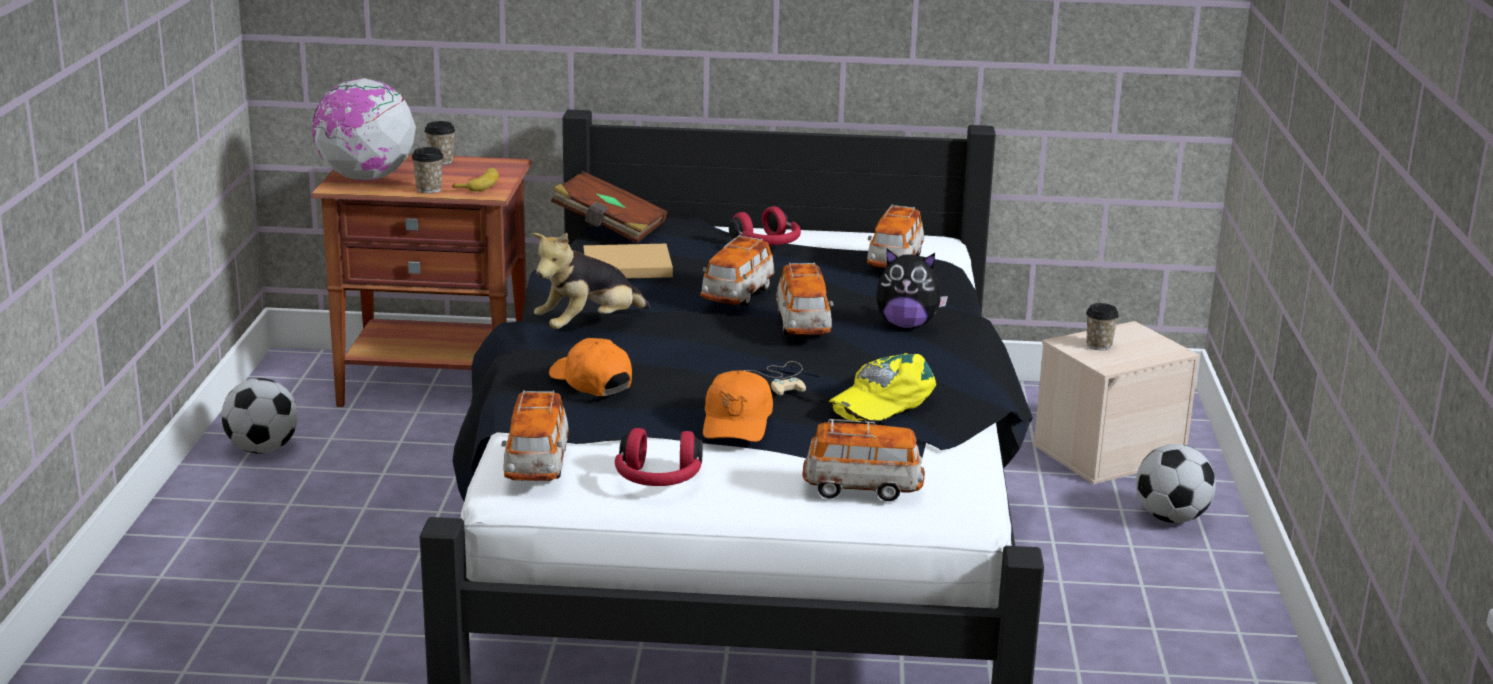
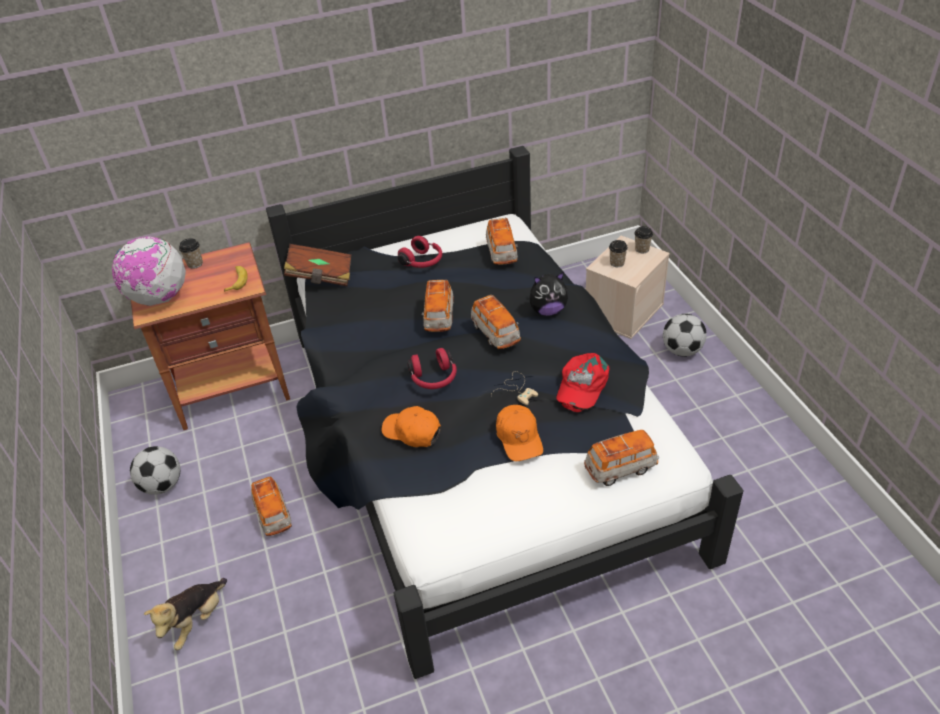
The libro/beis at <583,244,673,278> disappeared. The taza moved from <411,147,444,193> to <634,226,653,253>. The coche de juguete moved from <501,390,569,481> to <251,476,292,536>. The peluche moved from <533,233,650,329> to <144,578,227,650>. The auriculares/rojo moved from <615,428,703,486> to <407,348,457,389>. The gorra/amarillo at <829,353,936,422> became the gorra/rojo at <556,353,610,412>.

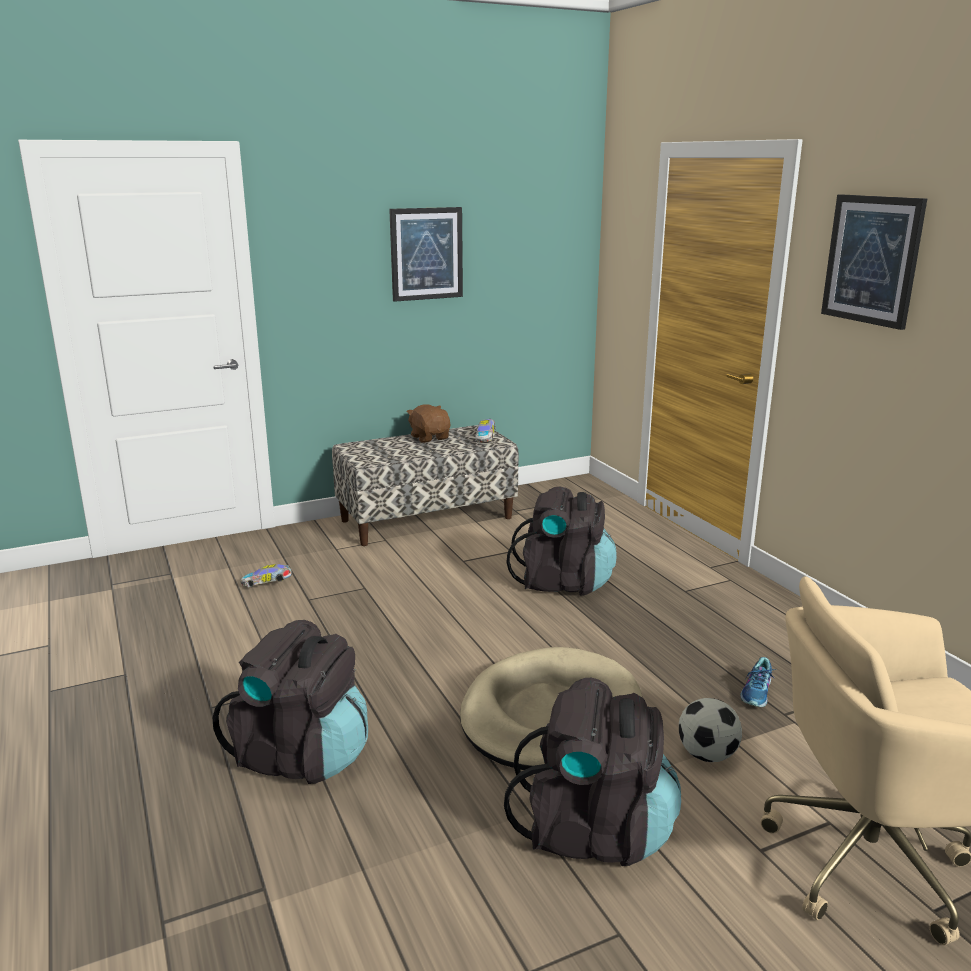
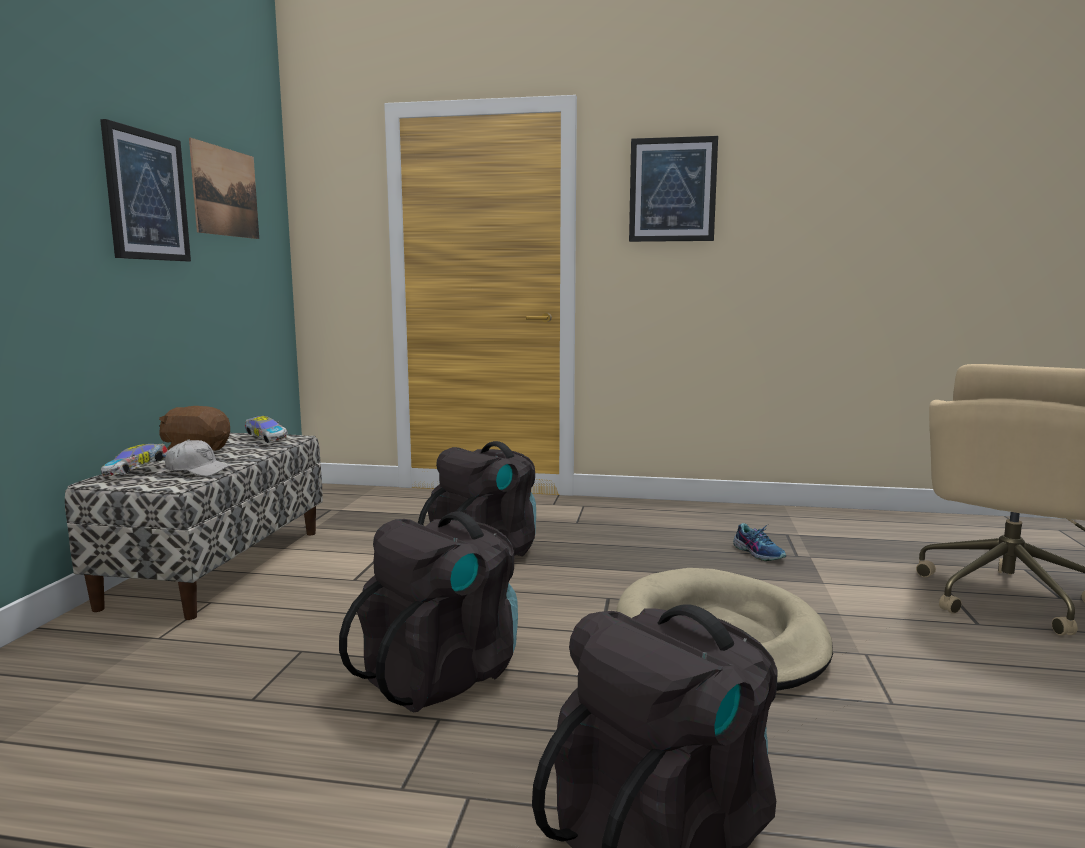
The balón de fútbol at <679,698,742,762> disappeared. The gorra/blanco at <165,439,232,476> appeared. The cuadro at <189,138,259,239> appeared. The coche de juguete moved from <241,564,292,587> to <101,444,168,476>. The mochila/negro moved from <504,678,681,866> to <339,511,518,712>.

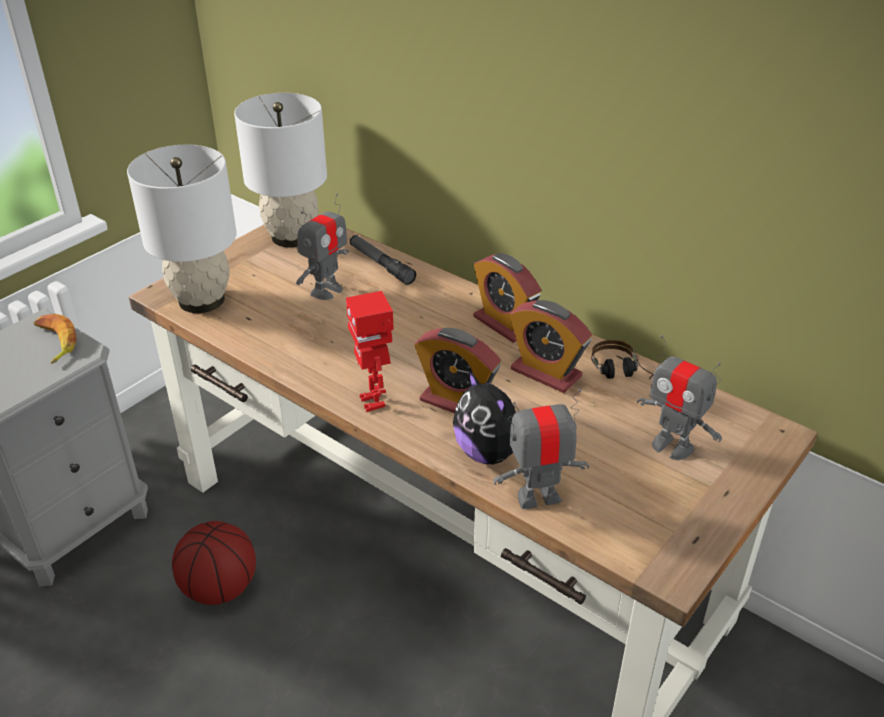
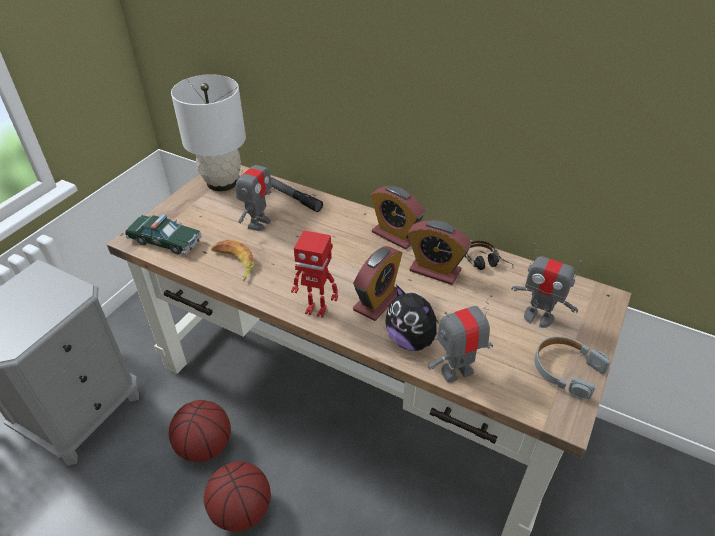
The balón de baloncesto at <204,461,271,532> appeared. The auriculares/gris at <534,336,611,400> appeared. The plátano moved from <34,314,77,364> to <211,240,254,281>. The lámpara de mesa/blanco at <127,145,237,313> was replaced by the coche de juguete at <125,214,202,255>. The robot de juguete at <346,291,394,412> turned 45 degrees counterclockwise. The despertador at <414,328,501,413> turned 75 degrees counterclockwise.

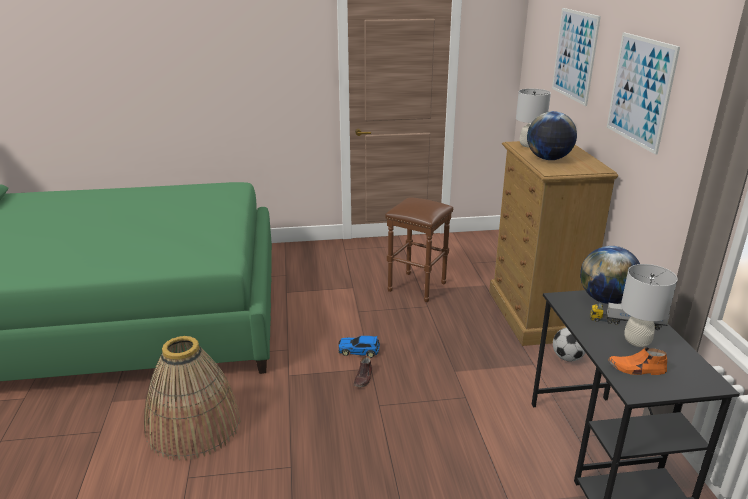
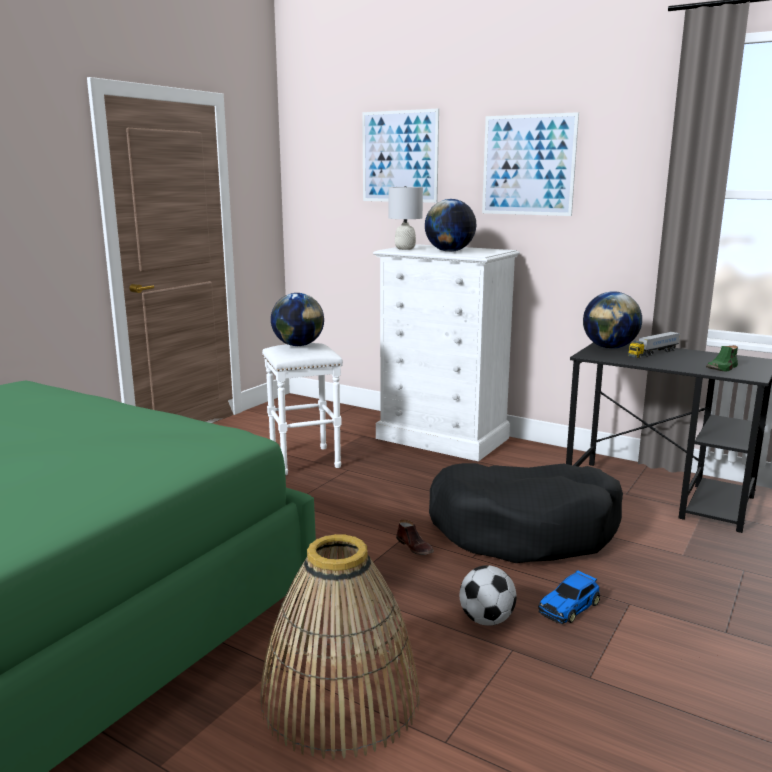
The lámpara de mesa/gris at <621,264,678,347> disappeared. The globo terráqueo at <271,293,324,346> appeared. The cama para perro/negro at <429,463,623,563> appeared. The coche de juguete moved from <338,336,380,358> to <538,570,600,624>. The balón de fútbol moved from <553,327,585,362> to <460,565,517,626>. The taburete/marrón at <385,197,453,302> became the taburete/blanco at <262,343,343,475>. The cómoda/marrón at <489,141,618,346> became the cómoda/blanco at <373,244,520,462>. The zapato/naranja at <608,347,667,375> became the zapato/verde at <706,345,738,371>.

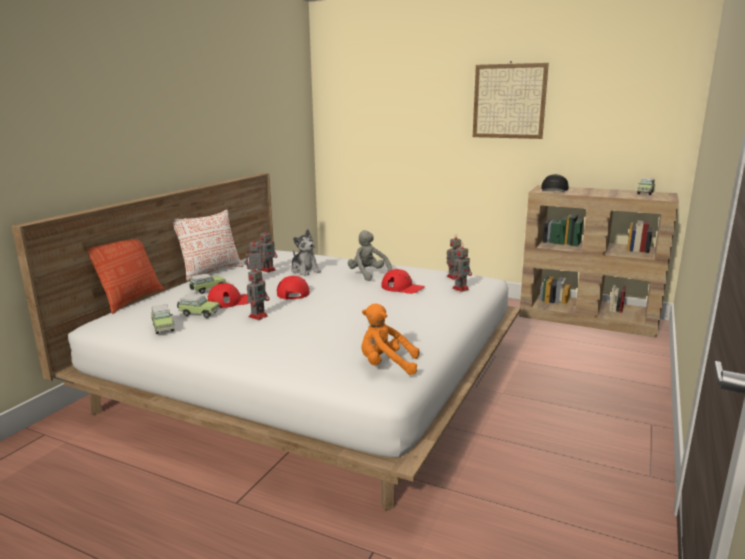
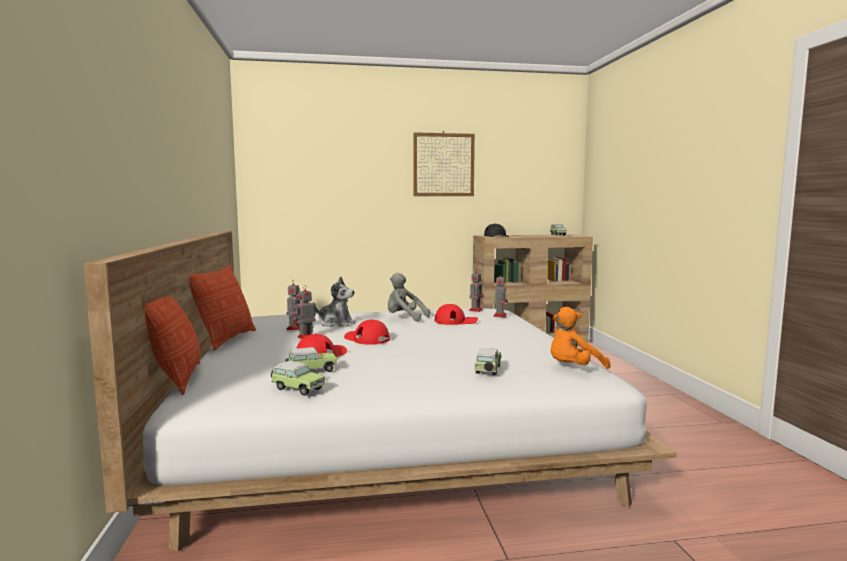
The robot de juguete at <247,266,269,320> disappeared. The coche de juguete moved from <189,274,226,294> to <474,348,501,375>. The cojín/blanco at <173,210,243,281> became the cojín/naranja at <190,265,256,351>.

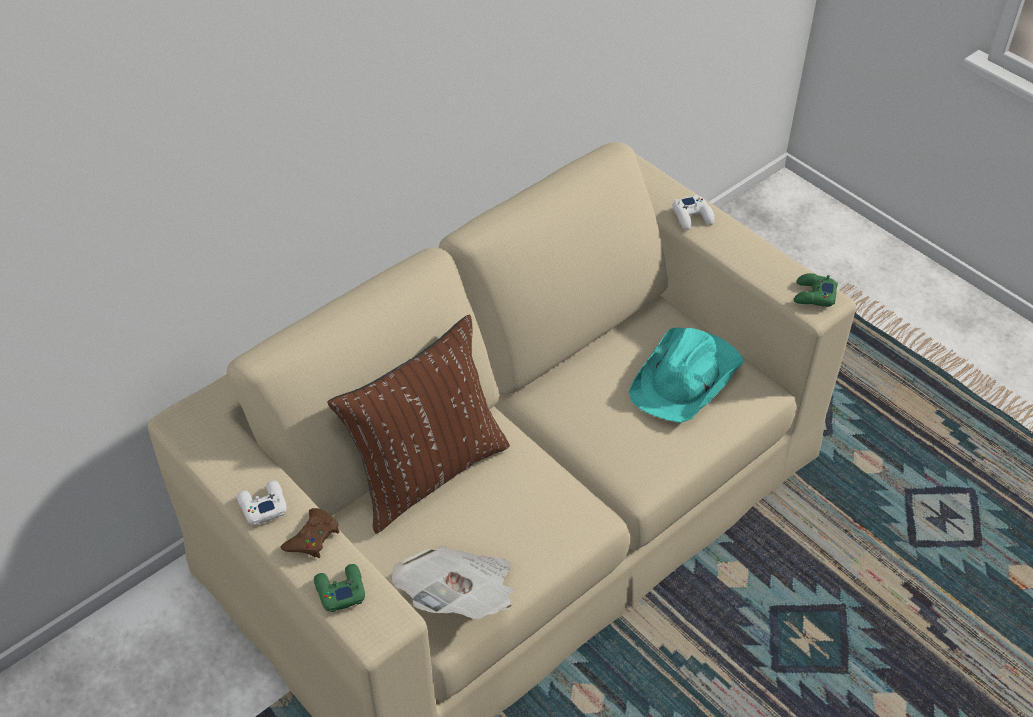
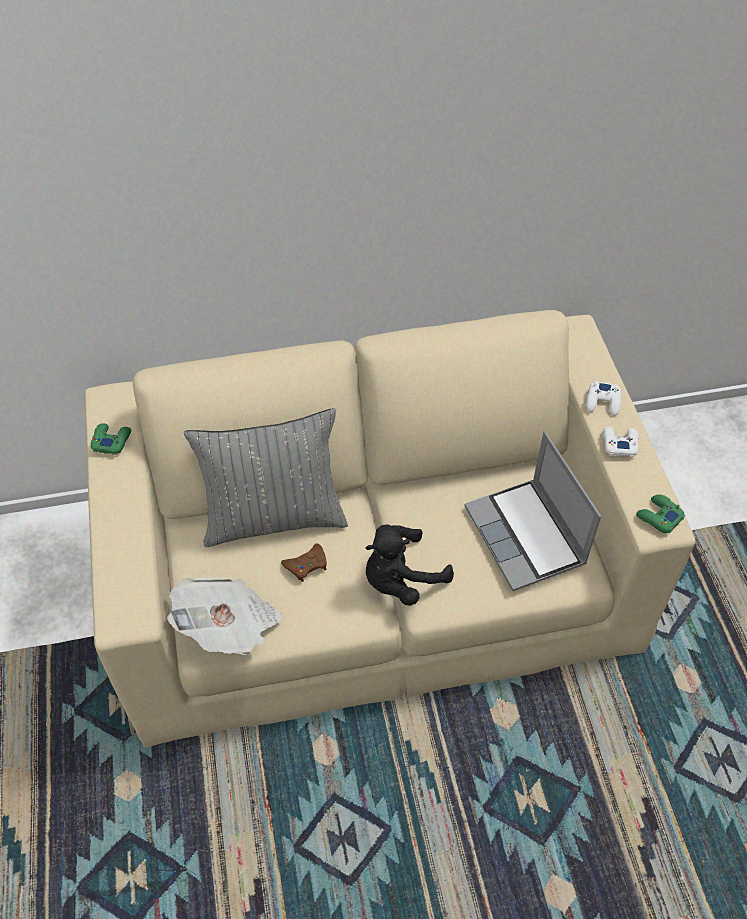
The peluche/negro at <366,524,454,606> appeared. The mando de consola/blanco moved from <237,481,287,525> to <603,427,639,457>. The mando de consola/marrón moved from <280,508,340,558> to <281,543,327,582>. The mando de consola/verde moved from <314,564,365,612> to <91,423,131,455>. The sombrero/turquesa at <629,327,744,423> was replaced by the portátil at <464,431,601,591>. The cojín/marrón at <327,315,510,534> became the cojín/gris at <184,408,348,547>.

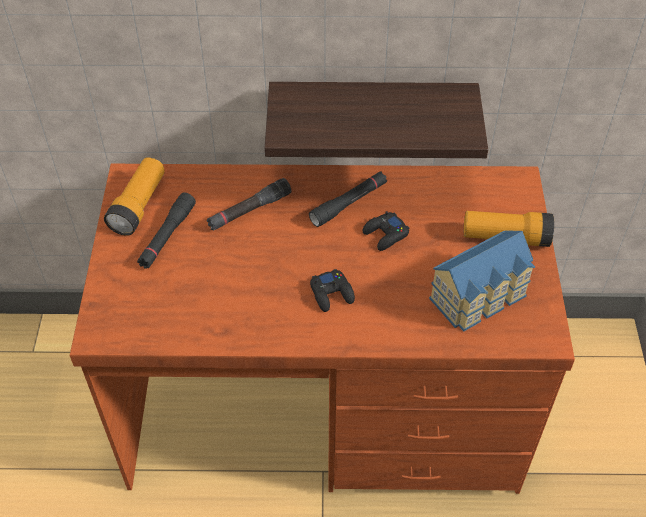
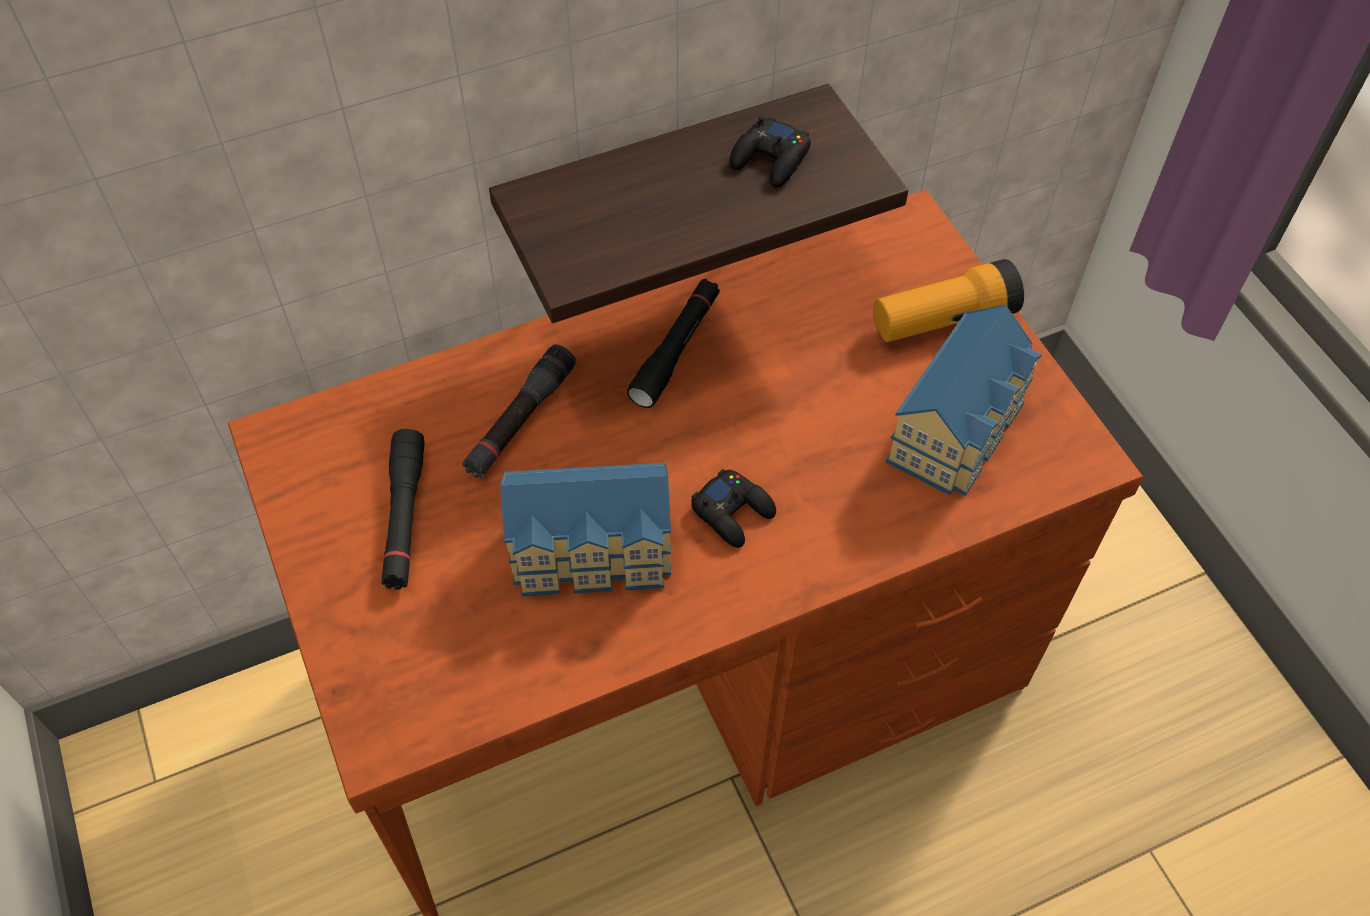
The linterna at <104,157,165,236> disappeared. The casita at <500,463,671,597> appeared. The mando de consola/negro moved from <363,211,409,251> to <730,117,811,188>.

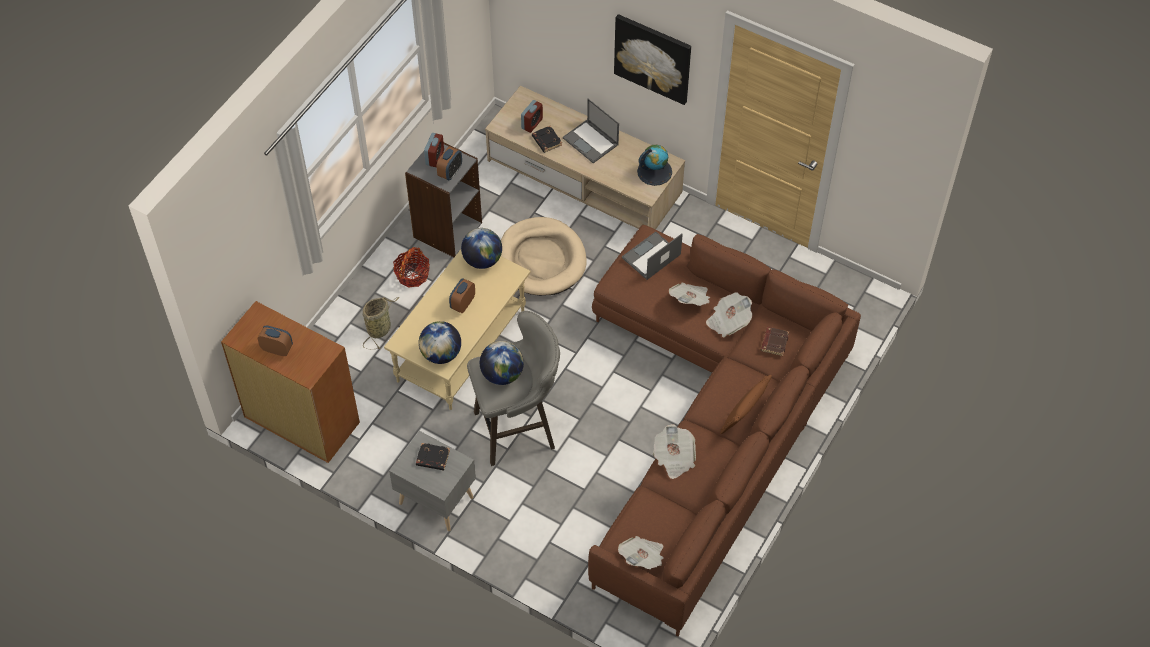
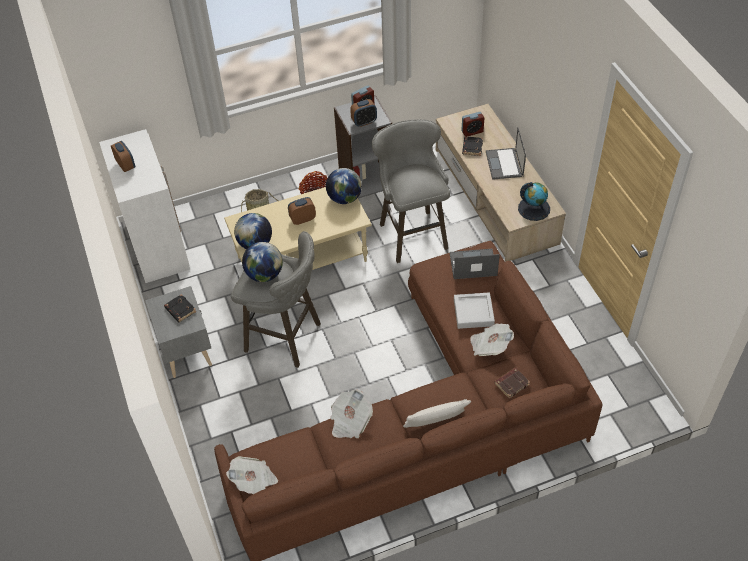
The cuadro at <614,14,691,105> disappeared. The cama para perro/beis at <501,217,587,296> was replaced by the taburete/gris at <372,119,450,263>. The periódico at <669,283,710,306> was replaced by the bandeja/gris at <454,293,495,329>. The armario/marrón at <221,301,360,463> became the armario/blanco at <99,129,190,283>. The cojín/marrón at <720,375,772,434> became the cojín/blanco at <403,399,471,428>.

